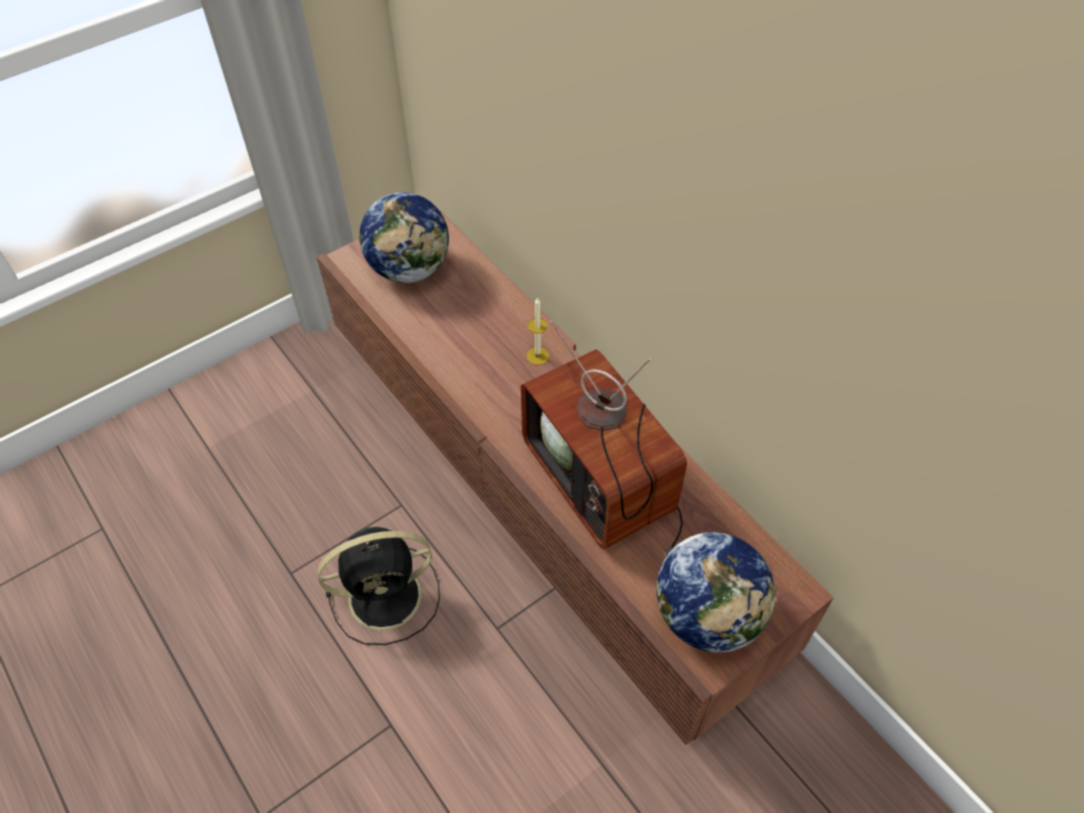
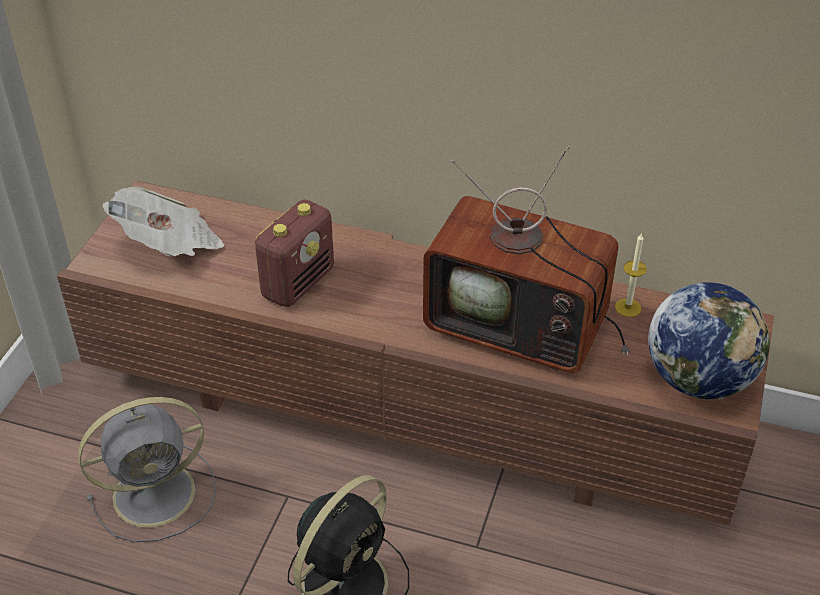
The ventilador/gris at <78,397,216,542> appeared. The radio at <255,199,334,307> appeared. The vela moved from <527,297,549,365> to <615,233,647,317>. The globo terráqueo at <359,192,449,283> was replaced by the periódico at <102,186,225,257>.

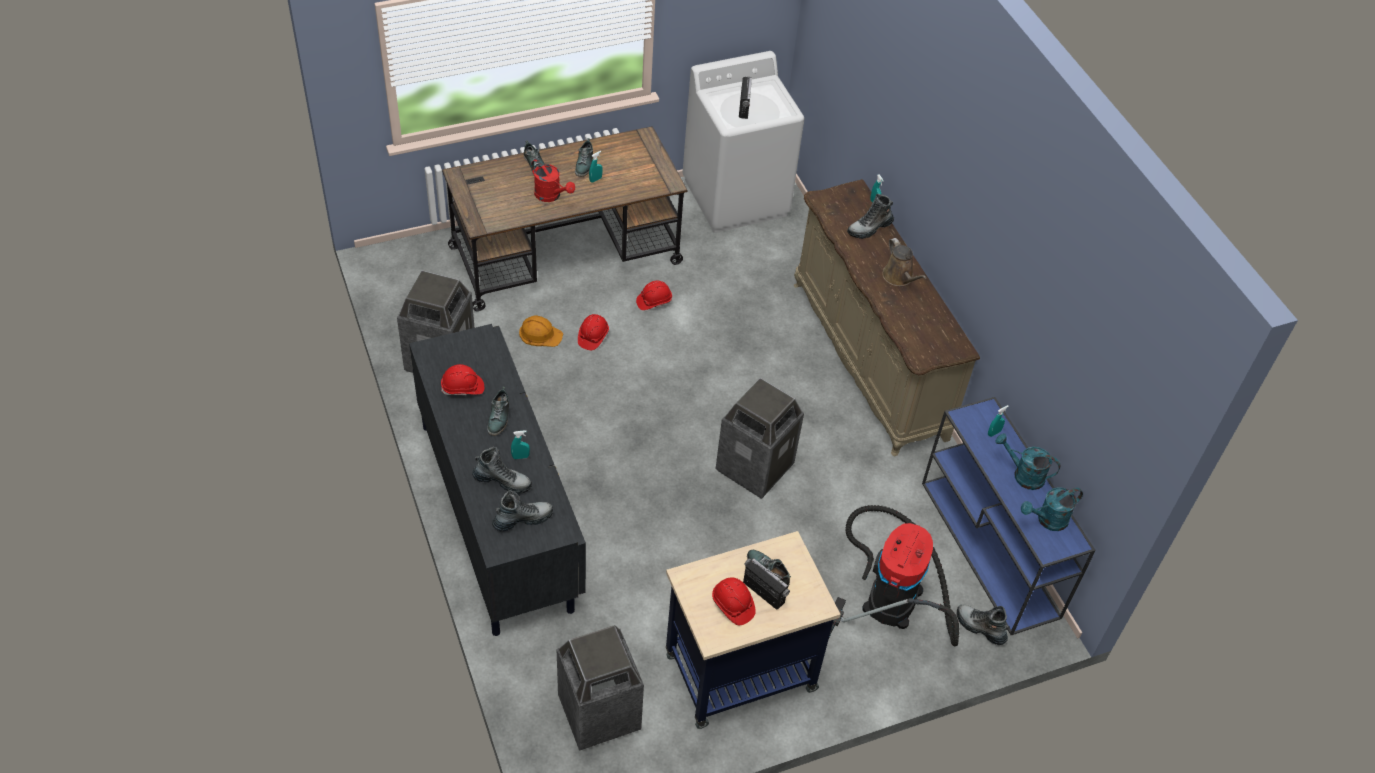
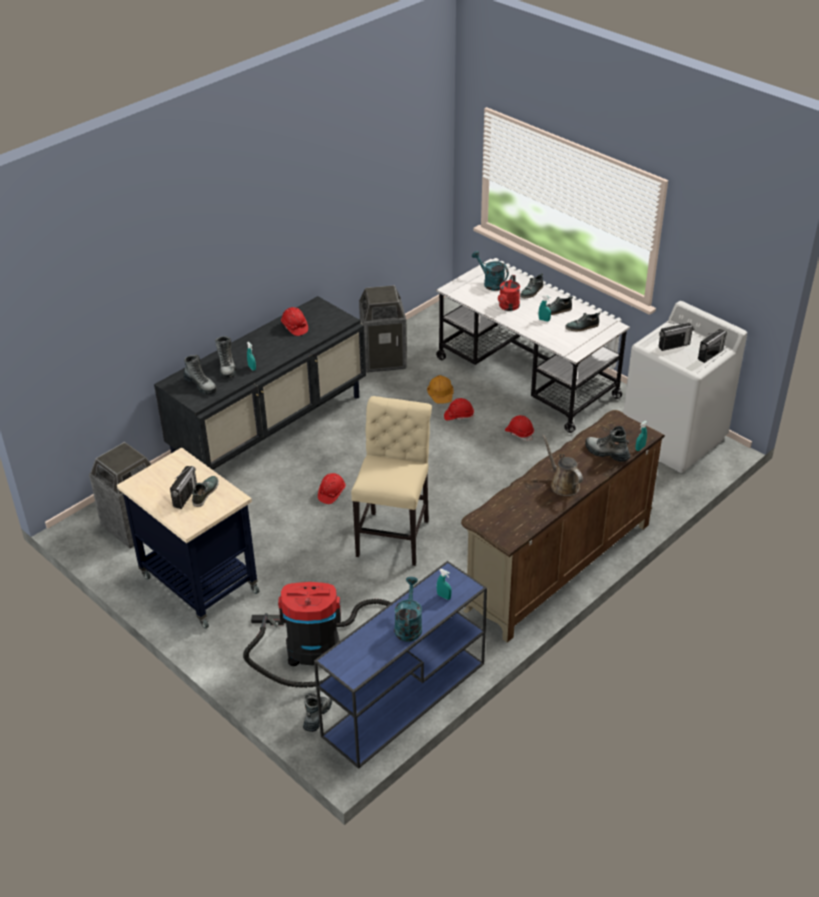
The radio at <698,329,727,363> appeared. The zapato moved from <487,387,509,436> to <565,312,600,331>. The casco/rojo moved from <712,577,756,625> to <318,473,346,504>. The regadera/turquesa moved from <1021,488,1083,531> to <472,251,509,291>. The papelera at <716,378,804,499> was replaced by the taburete/beis at <351,396,432,566>. The escritorio/marrón at <442,126,688,311> became the escritorio/blanco at <436,259,630,433>. The regadera/marrón at <882,238,927,286> turned 105 degrees clockwise.

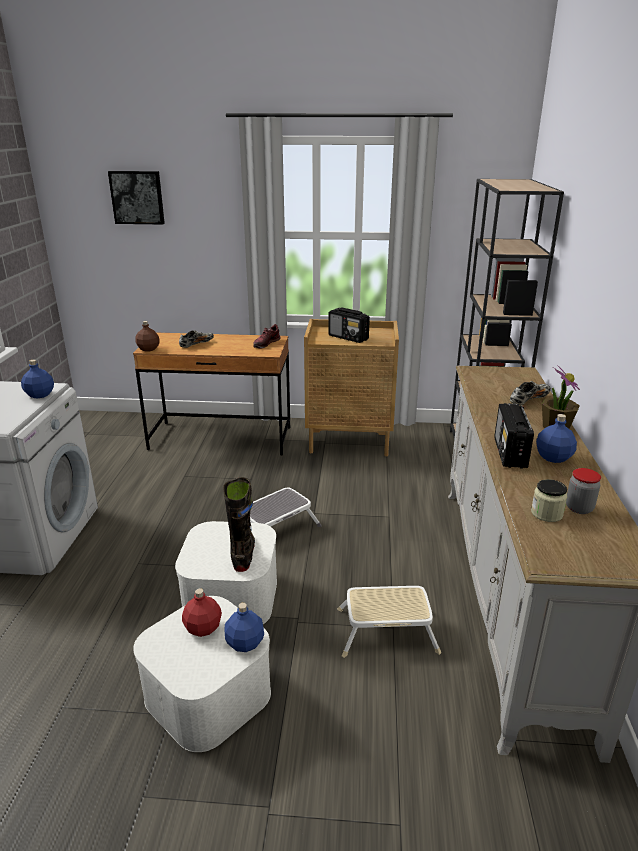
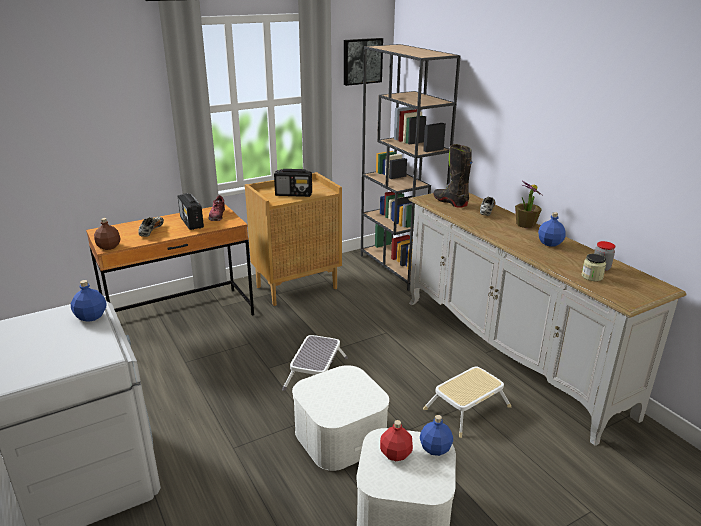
The cuadro moved from <108,171,165,225> to <344,38,383,86>. The bota/negro moved from <223,477,255,572> to <433,144,473,208>. The radio moved from <494,403,534,468> to <178,193,204,230>.

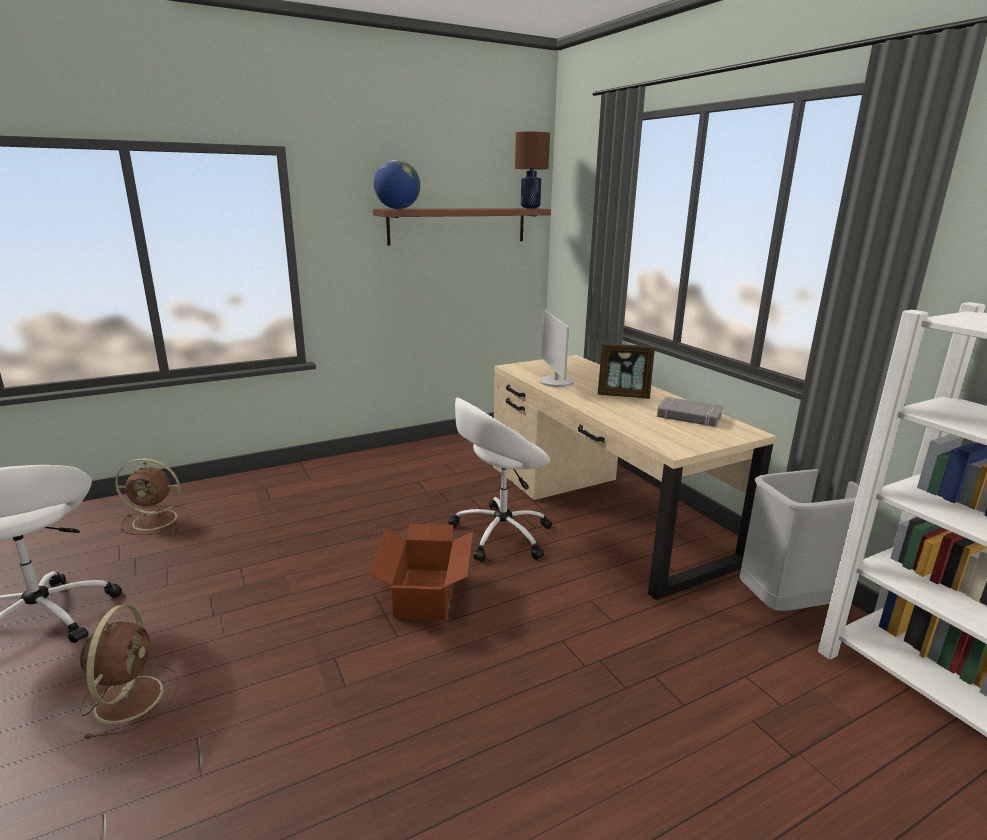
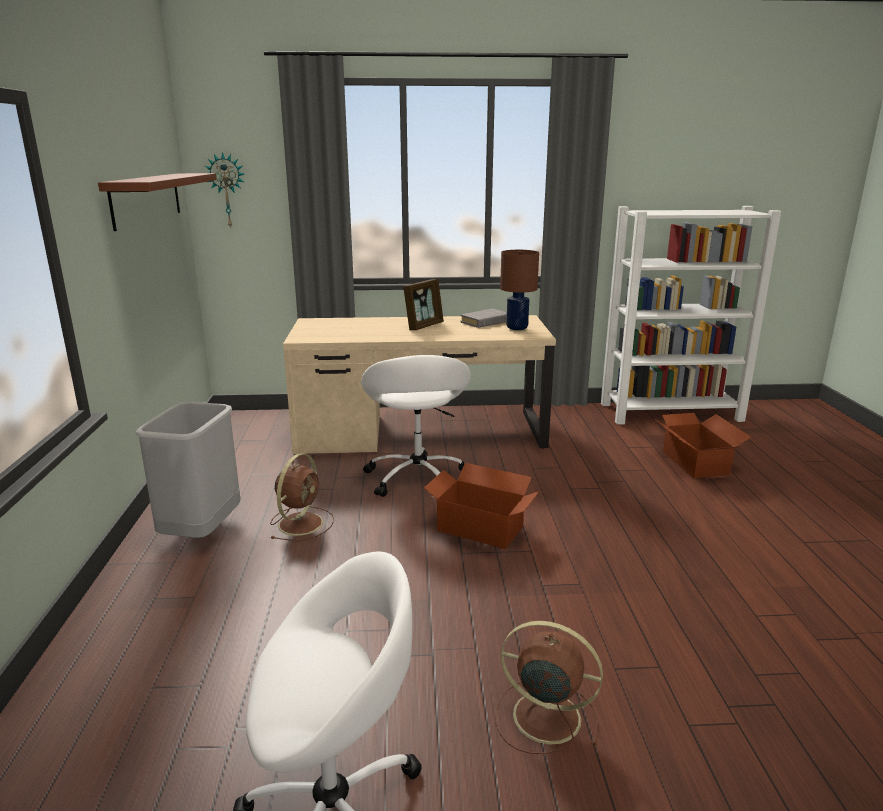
The globo terráqueo at <374,160,420,209> disappeared. The monitor at <539,310,574,387> disappeared. The reloj de pared at <205,152,244,229> appeared. The caja de cartón at <653,413,752,478> appeared. The ventilador/marrón moved from <115,458,189,535> to <270,453,334,541>. The lámpara de mesa/marrón moved from <515,132,550,209> to <500,250,539,330>. The papelera/gris moved from <740,469,859,611> to <135,402,240,538>.

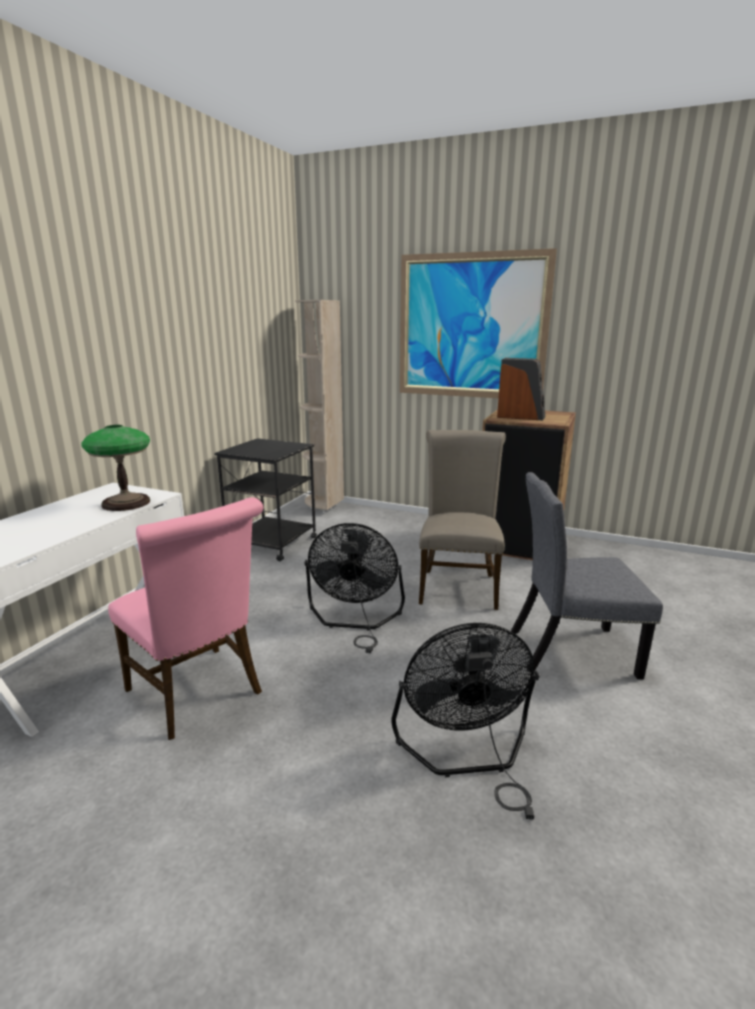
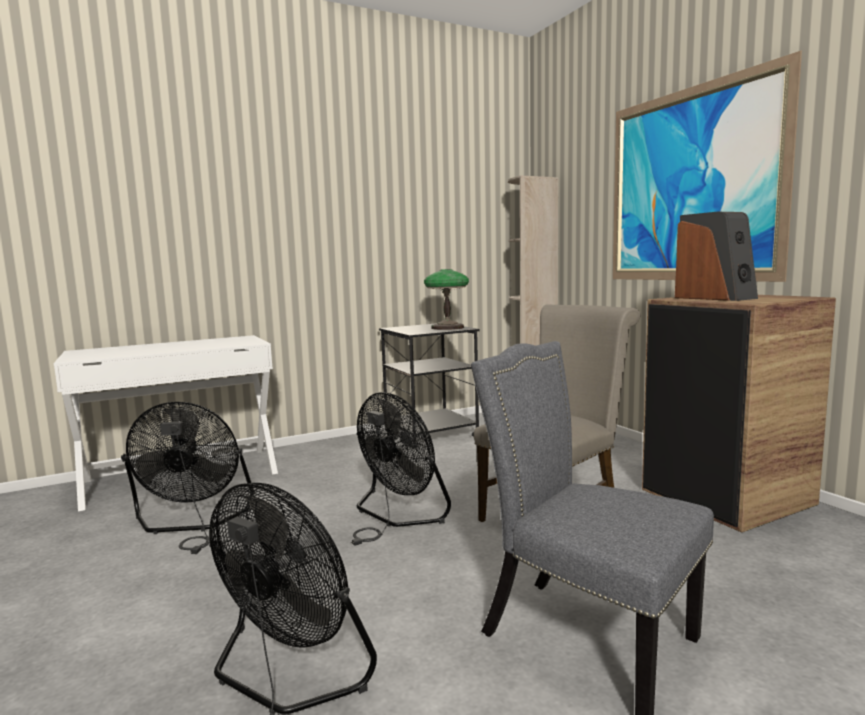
The lámpara de mesa moved from <81,425,150,511> to <424,269,469,330>. The silla/rosa at <108,497,263,740> was replaced by the ventilador/negro at <121,402,254,554>.

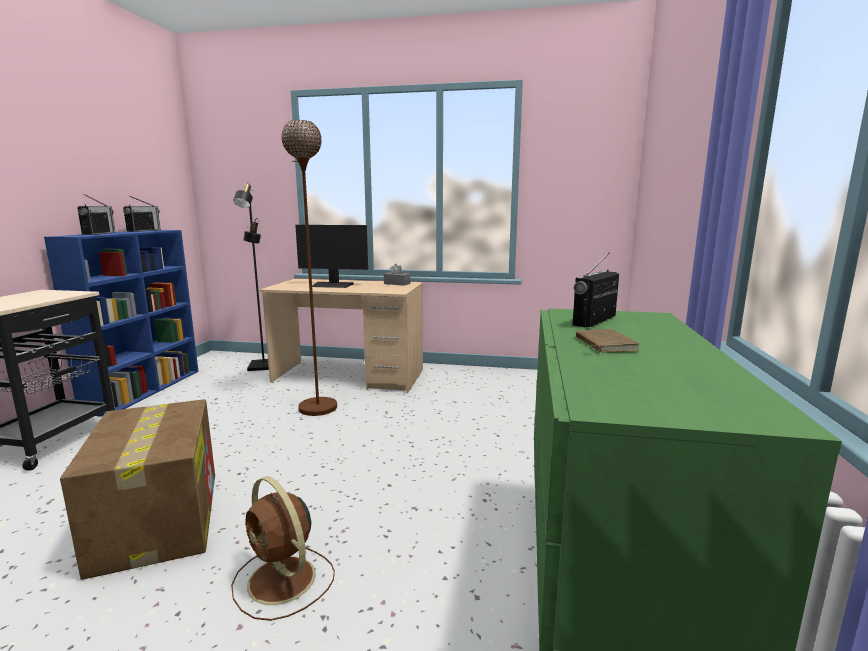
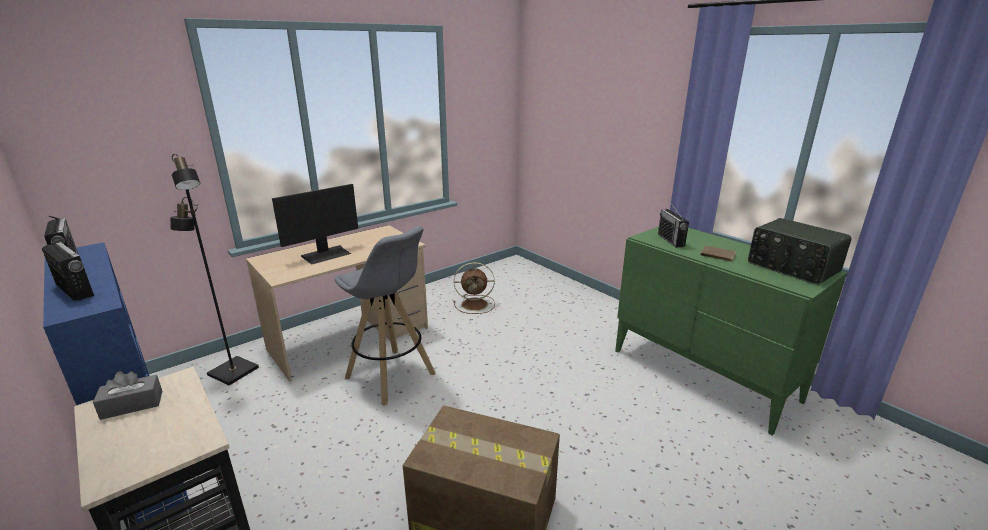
The radio at <748,218,851,285> appeared. The ventilador/marrón moved from <231,477,335,621> to <454,262,495,314>. The caja de pañuelos/gris moved from <384,264,410,286> to <93,371,162,420>. The lámpara de pie/marrón at <281,120,337,416> was replaced by the taburete/gris at <335,226,435,405>.

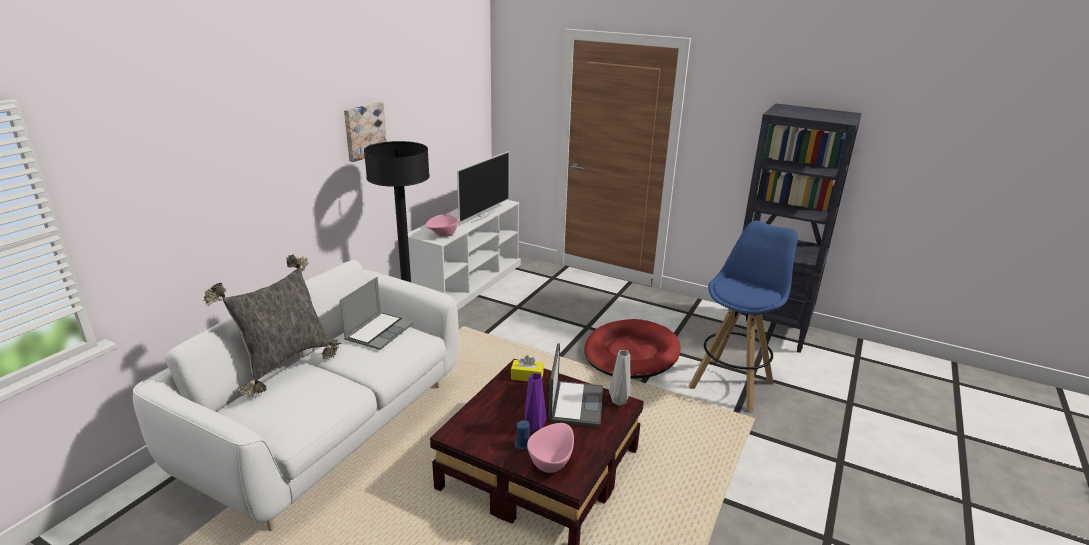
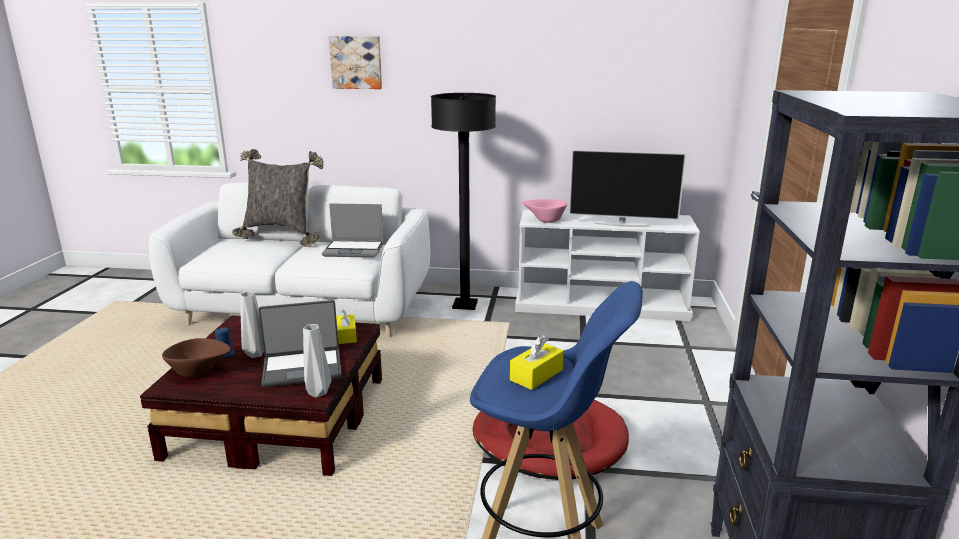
The caja de pañuelos/amarillo at <510,335,564,390> appeared. The cuadro moved from <344,102,387,162> to <329,36,382,89>. The florero/morado at <525,373,547,432> became the florero/gris at <240,292,264,358>. The cuenco/rosa at <527,423,574,473> became the cuenco/marrón at <162,338,231,377>.

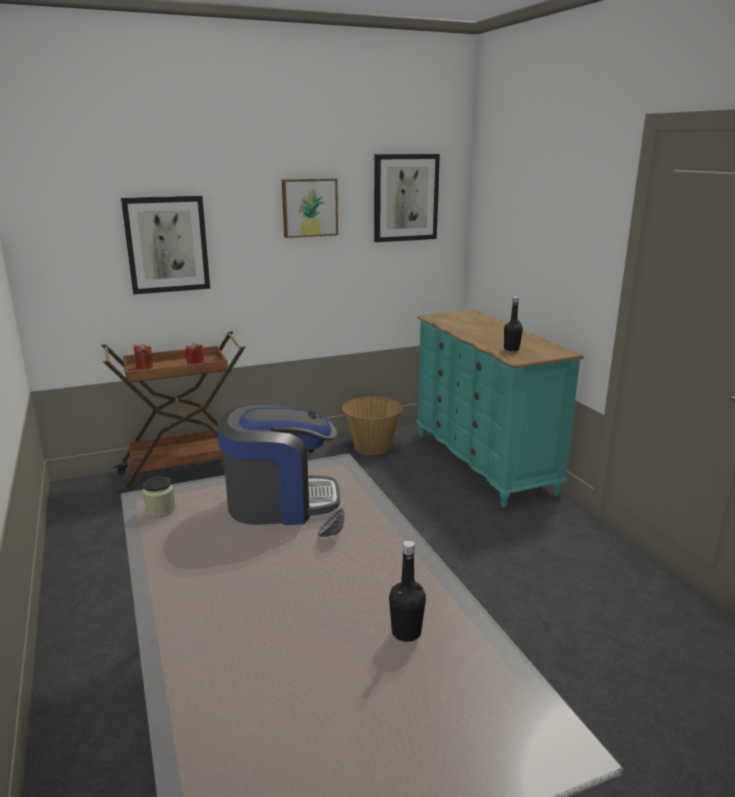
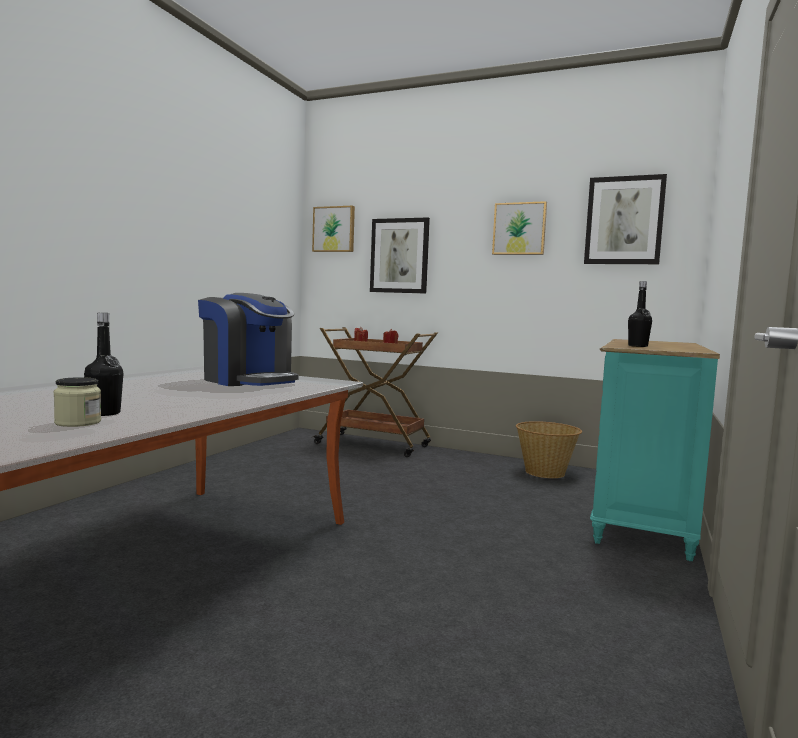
The cuenco at <317,508,345,537> disappeared. The cuadro at <312,206,355,252> appeared. The tarro moved from <142,477,175,517> to <53,377,101,427>.

